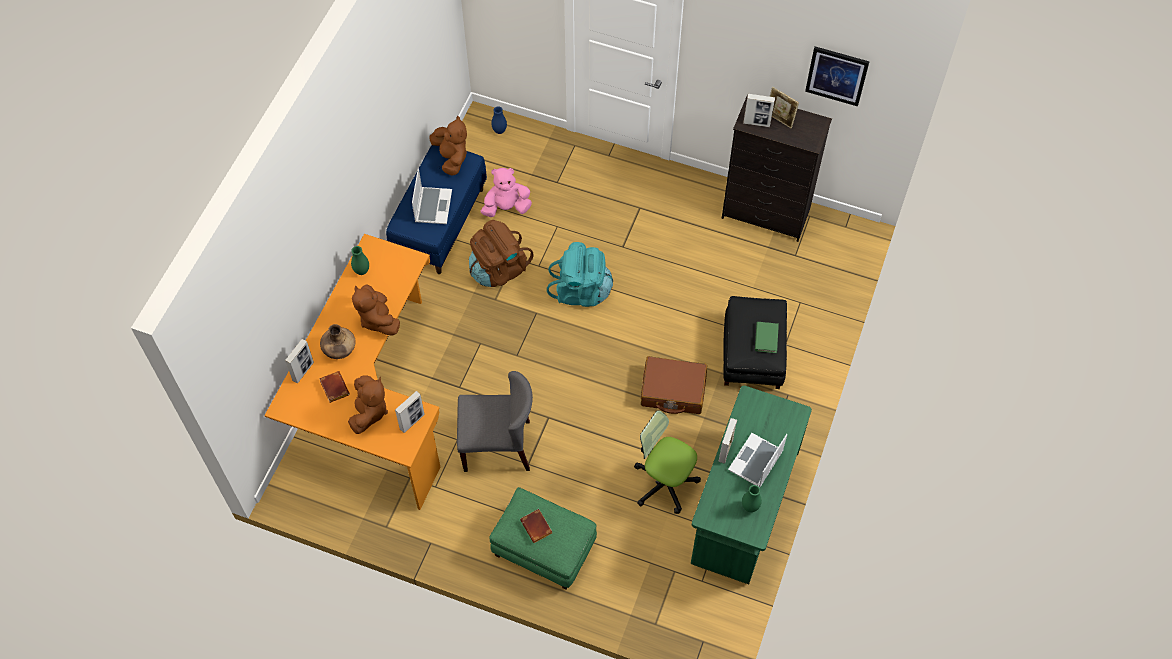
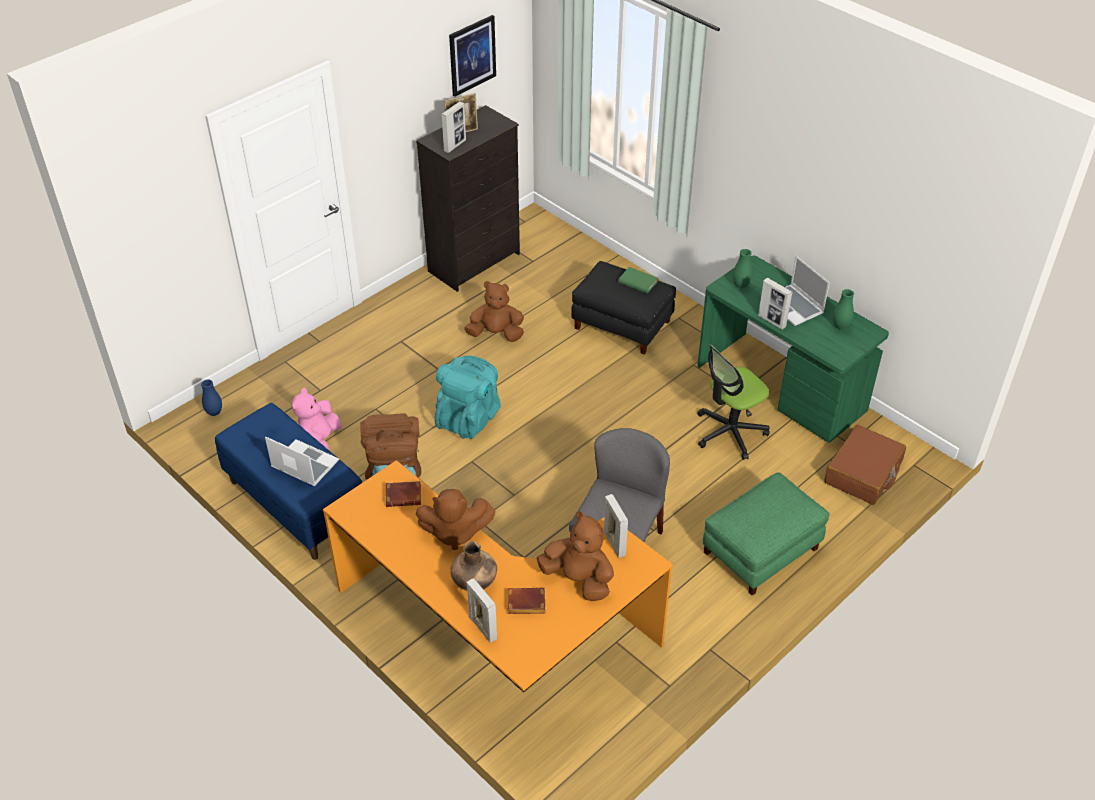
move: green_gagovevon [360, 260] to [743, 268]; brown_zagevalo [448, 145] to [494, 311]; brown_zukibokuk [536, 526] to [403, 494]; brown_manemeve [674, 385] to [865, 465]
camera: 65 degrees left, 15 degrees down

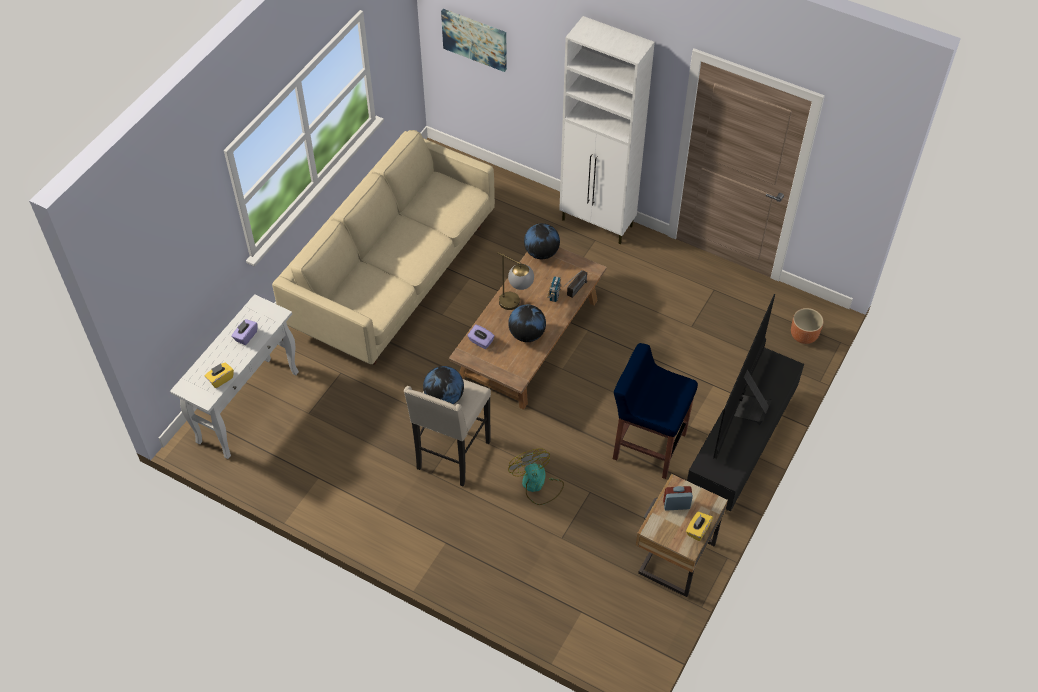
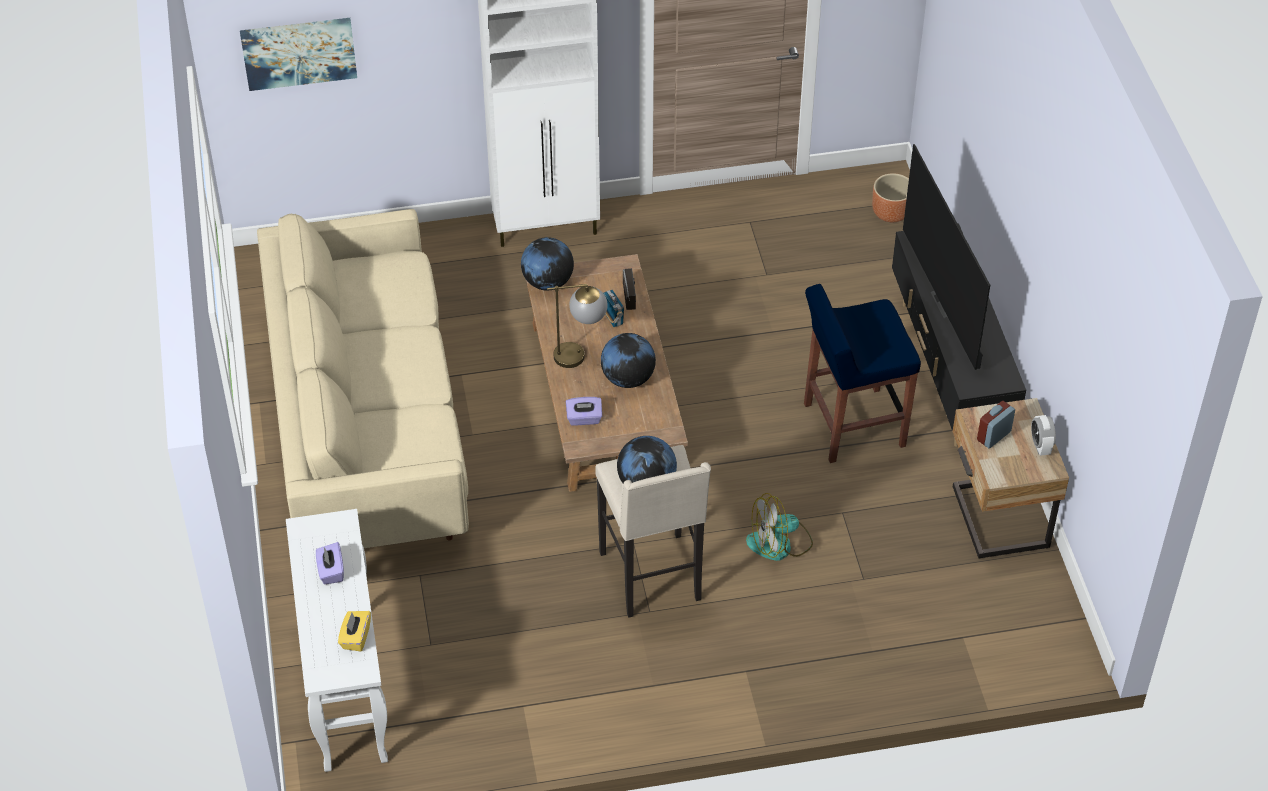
replace: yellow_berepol [699, 526] to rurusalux [1043, 435]
rotate: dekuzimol [536, 476] = [779, 527] 45 degrees counterclockwise
camera: 40 degrees left, 5 degrees down

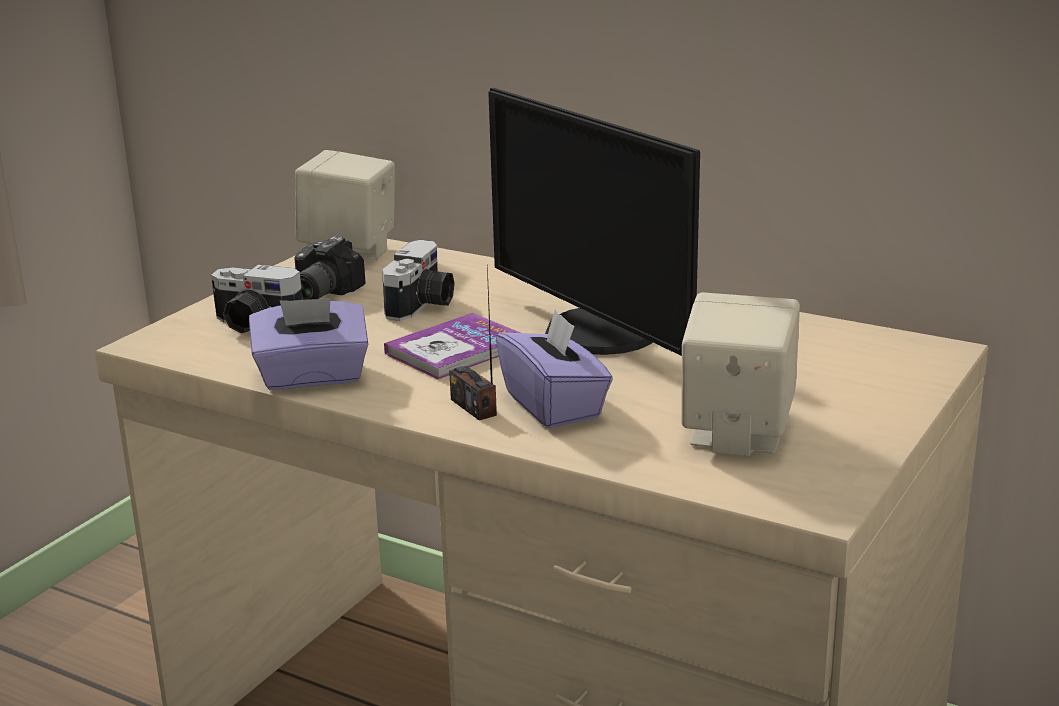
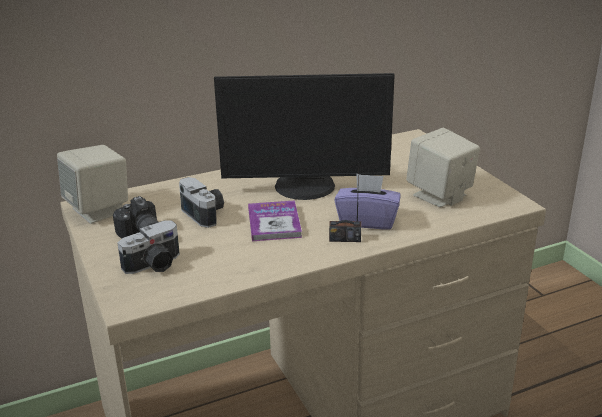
delete: purple_berepol [308, 344]
camera: 55 degrees left, 5 degrees up

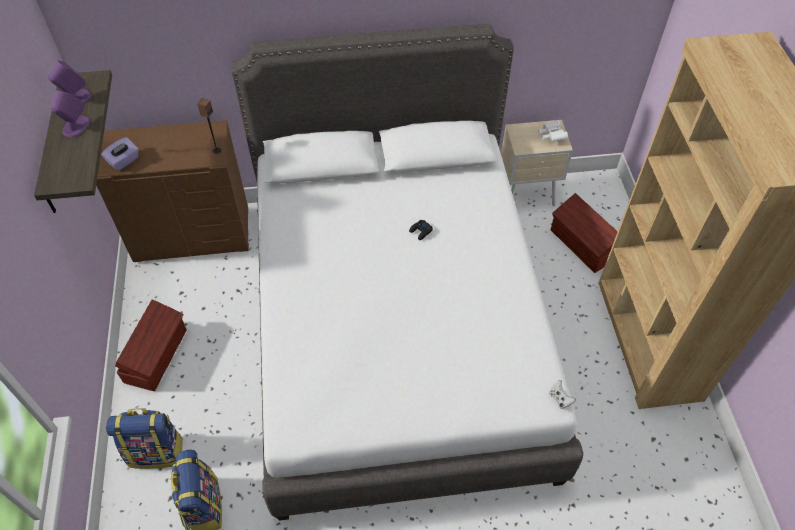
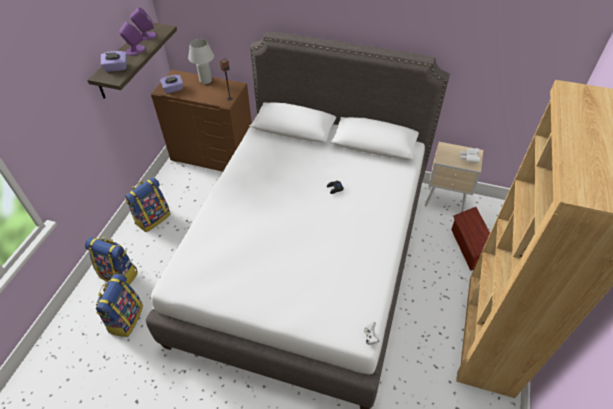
insert: purple_berepol [114, 61]; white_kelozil [201, 61]
replace: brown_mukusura [151, 345] to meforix [147, 204]
camera: 25 degrees right, 5 degrees down

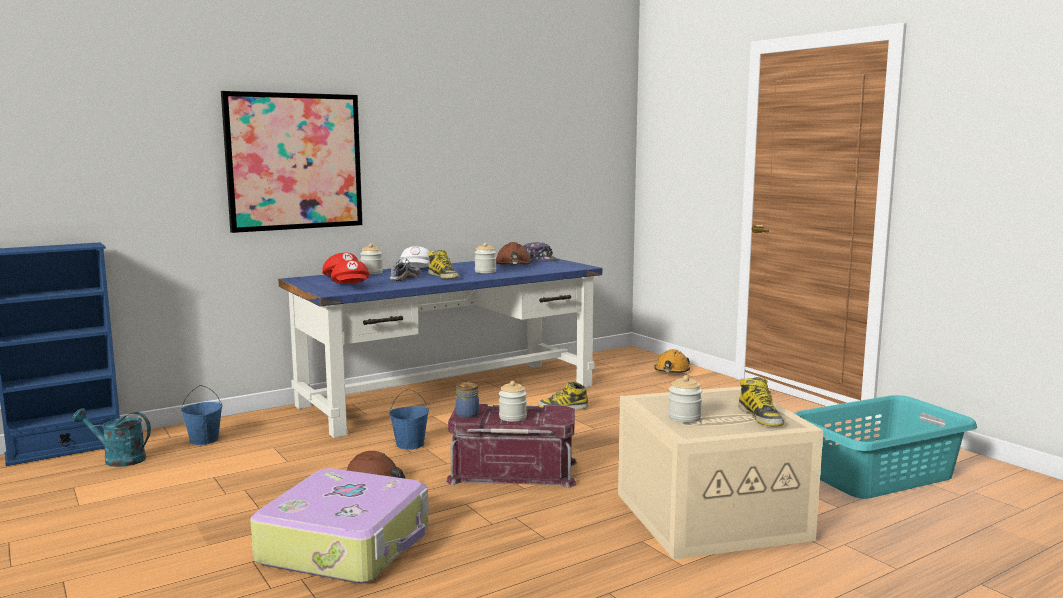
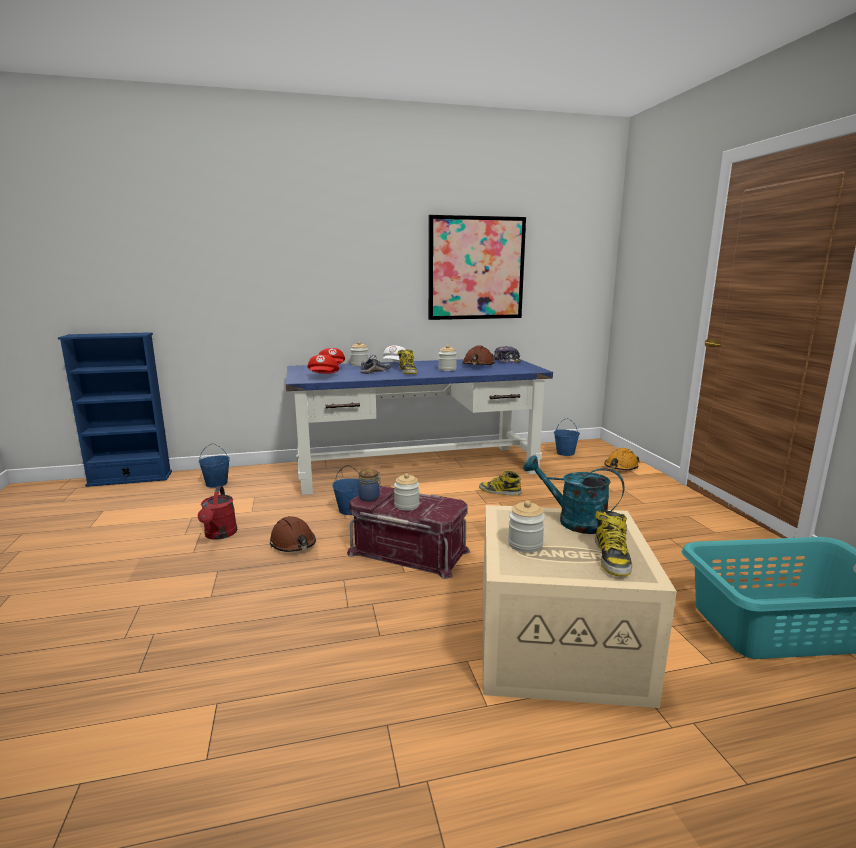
delete: manemeve [339, 525]
insert: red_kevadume [218, 513]; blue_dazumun [567, 437]
move: turquoise_kevadume [111, 437] to [574, 494]; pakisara [292, 162] to [477, 267]
camera: 20 degrees right, 5 degrees up

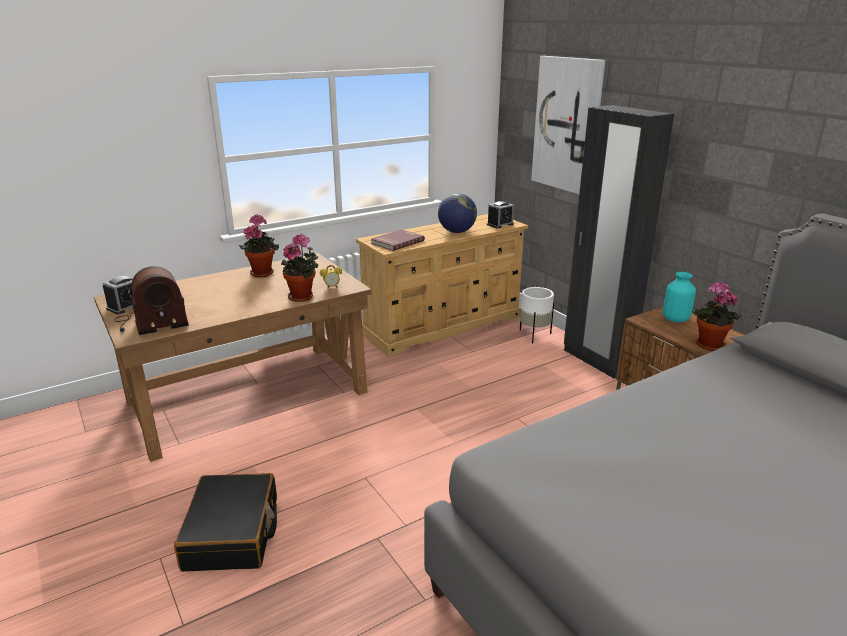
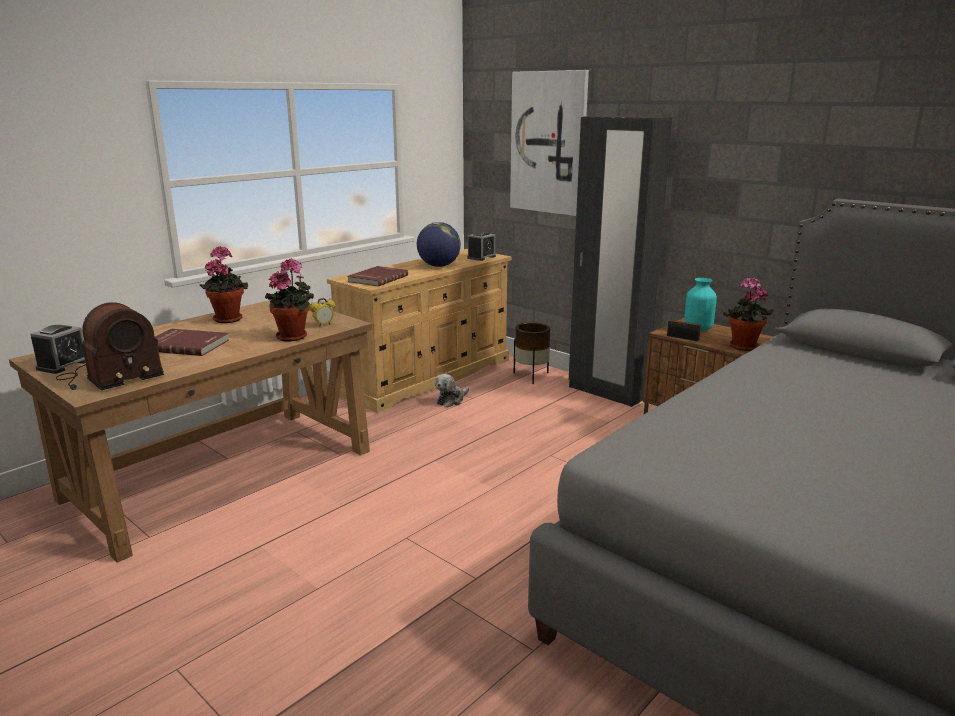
delete: black_manemeve [225, 522]
insert: red_zukibokuk [192, 342]; zagevalo [452, 390]; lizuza [685, 327]
recolor: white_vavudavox [537, 315] to brown_vavudavox [532, 353]
camera: 15 degrees left, 5 degrees down

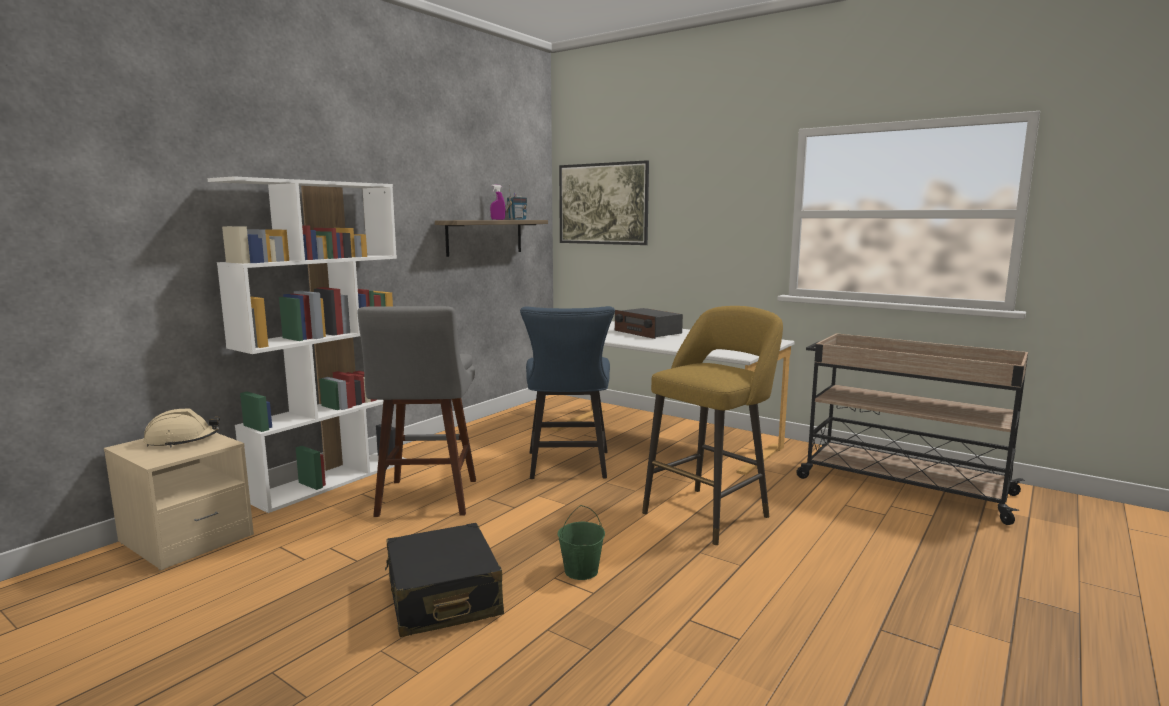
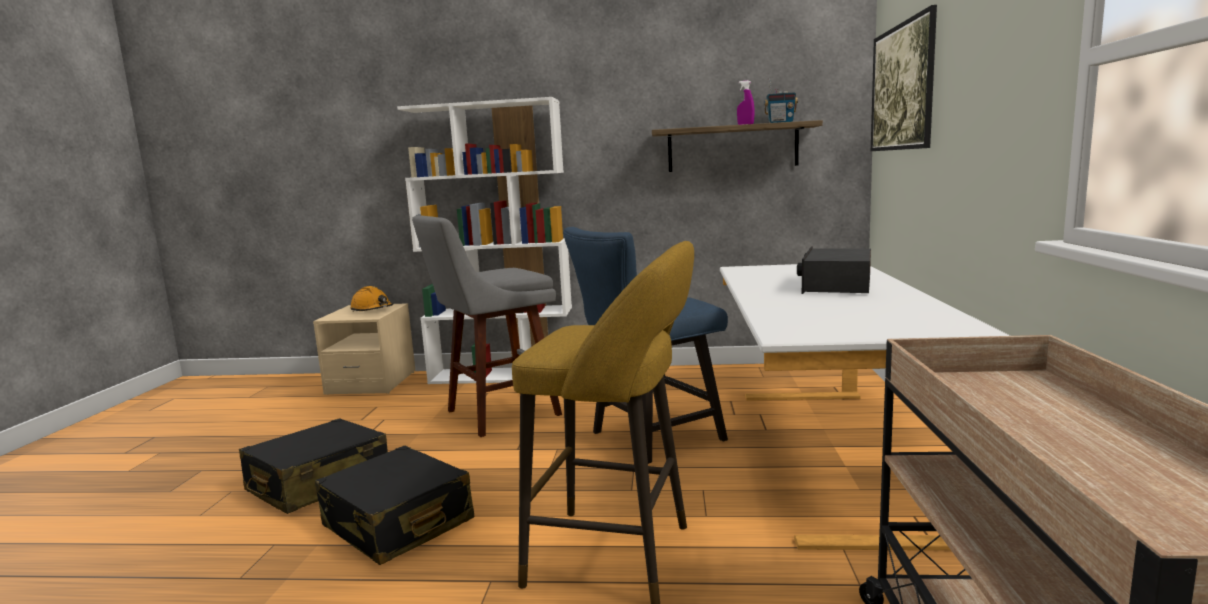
replace: green_dazumun [581, 542] to black_manemeve [394, 505]
recolor: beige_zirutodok [181, 427] to orange_zirutodok [371, 299]
camera: 60 degrees right, 0 degrees up

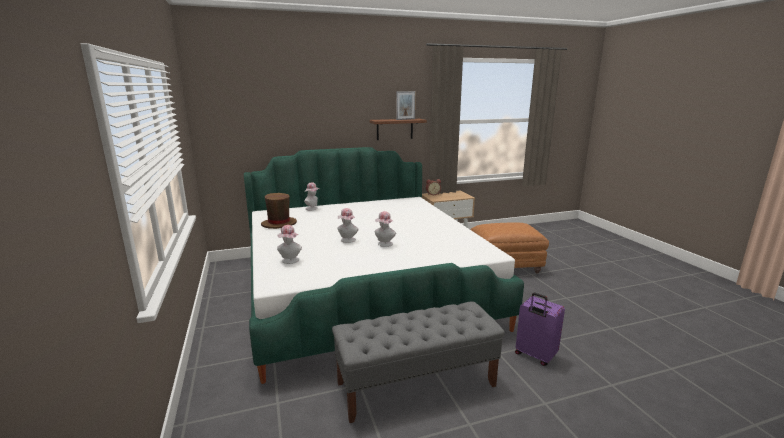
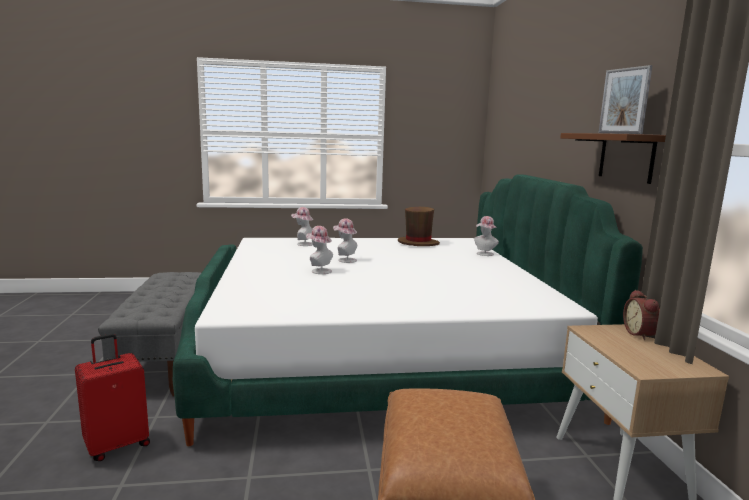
recolor: purple_manemeve [540, 329] to red_manemeve [112, 397]
camera: 100 degrees right, 5 degrees down

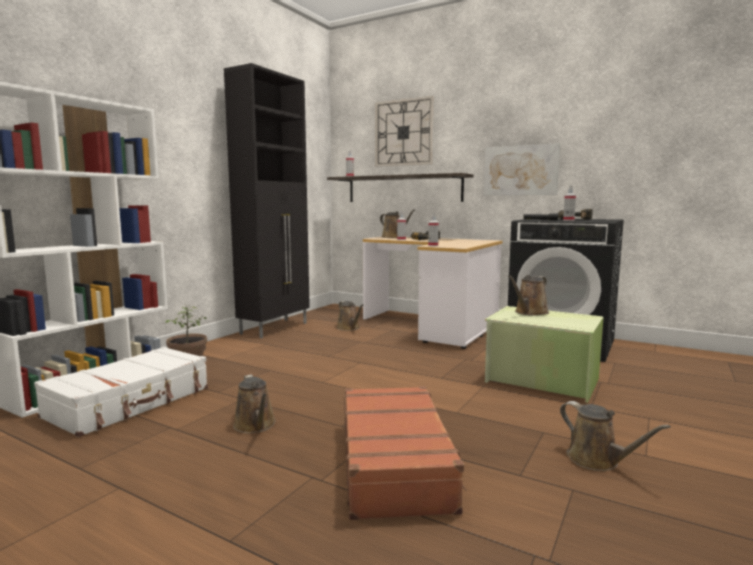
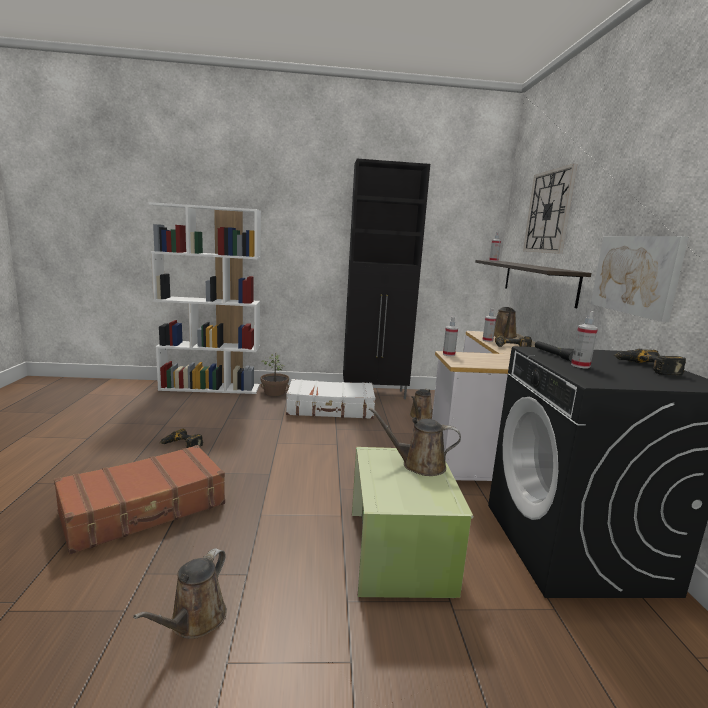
move: white_manemeve [121, 392] to [330, 399]
replace: brown_kevadume [254, 403] to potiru [181, 438]
camera: 55 degrees right, 5 degrees up

